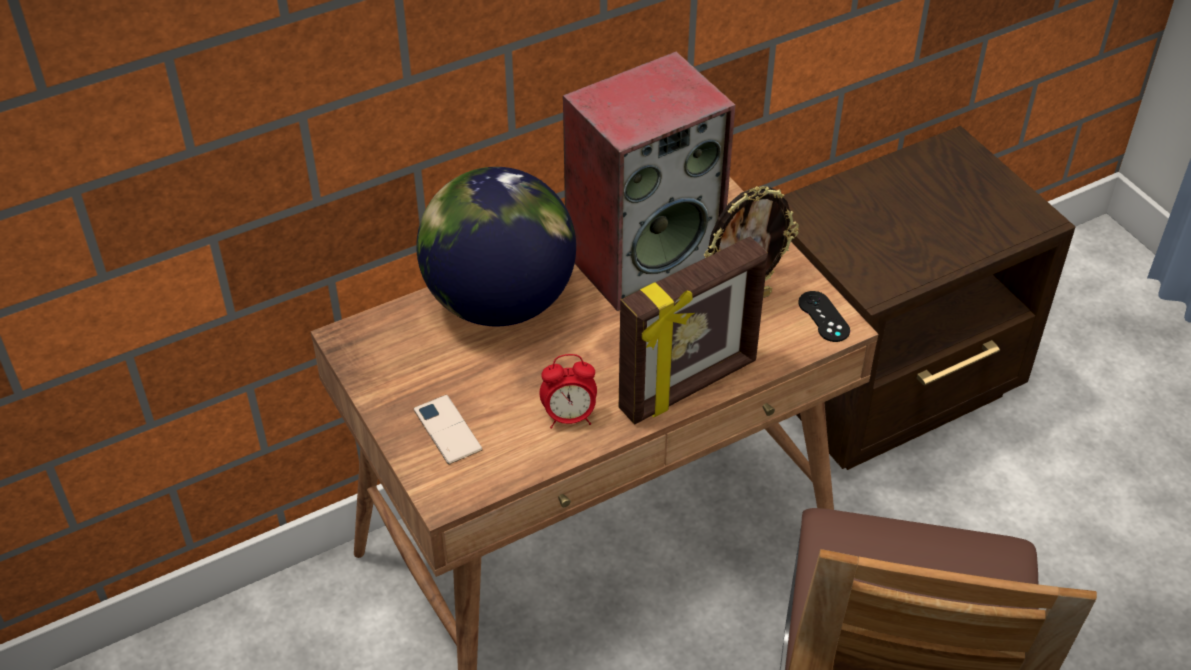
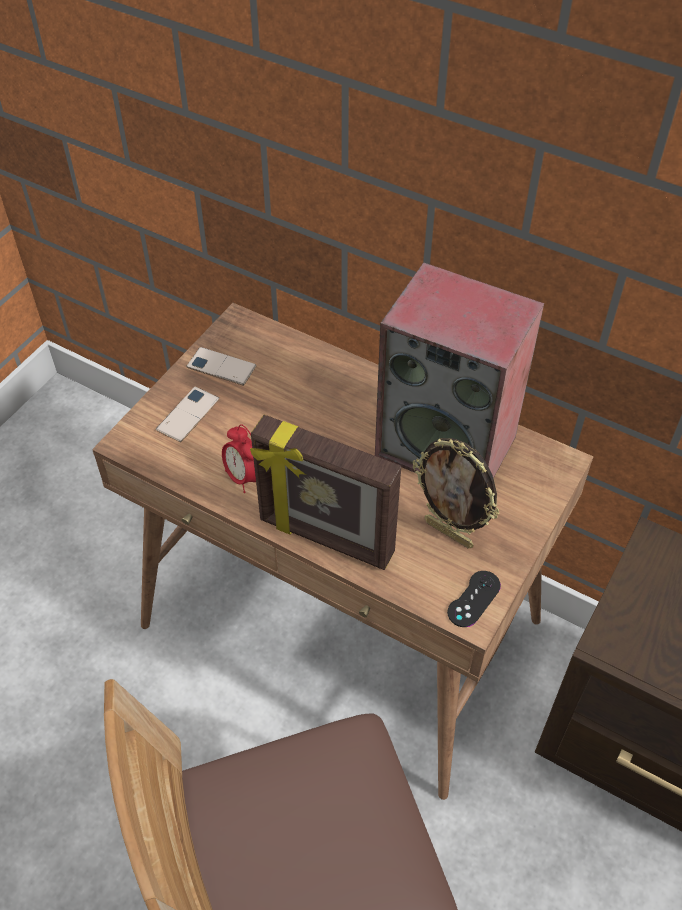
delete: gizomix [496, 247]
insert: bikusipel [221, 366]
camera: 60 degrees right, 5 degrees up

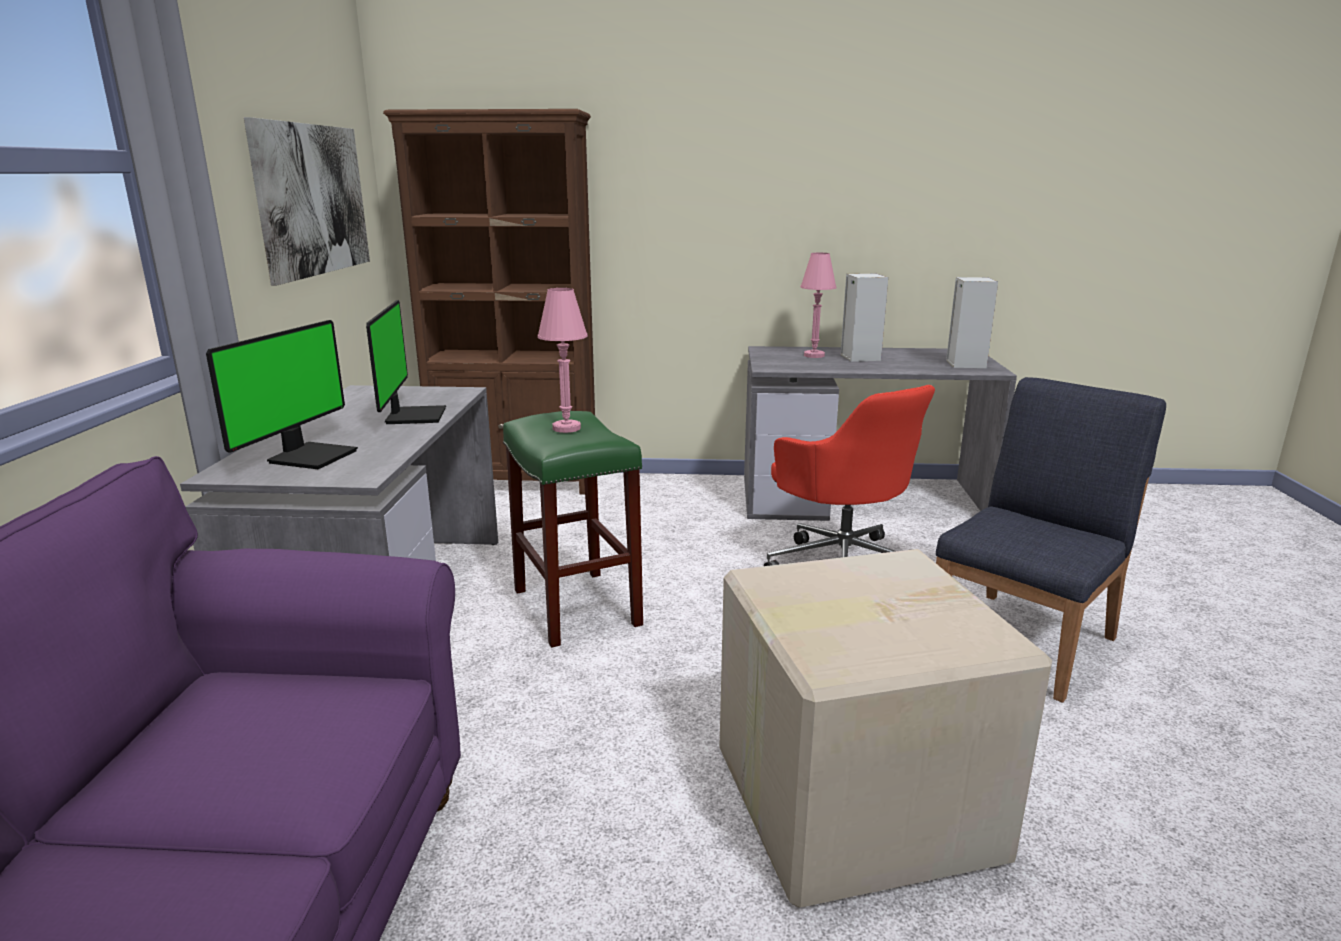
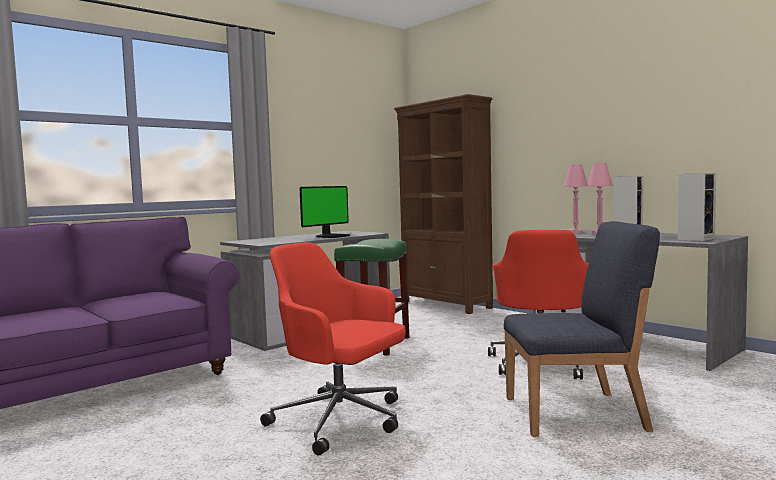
delete: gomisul [282, 394]; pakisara [307, 201]
move: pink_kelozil [562, 360] to [576, 198]
replace: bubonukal [885, 728] to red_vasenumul [333, 349]
camera: 45 degrees right, 15 degrees down

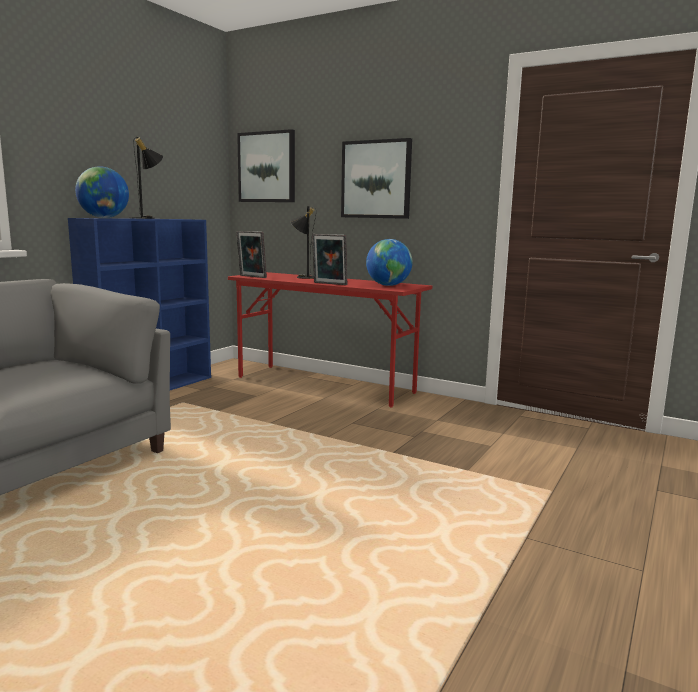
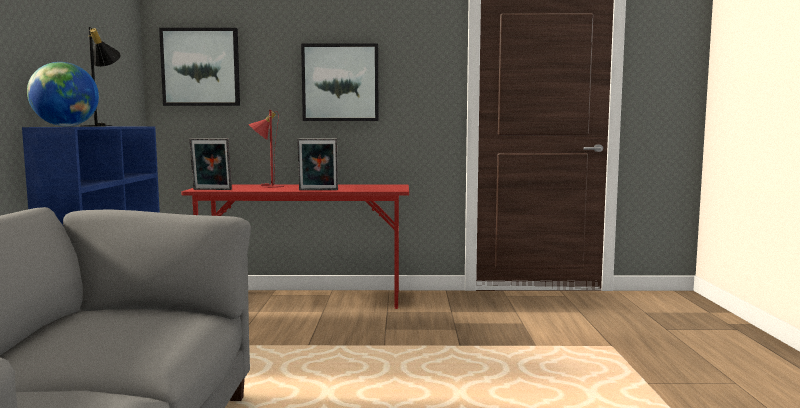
delete: gizomix [389, 262]
recolor: black_kelozil [303, 242] to red_kelozil [266, 149]
camera: 30 degrees left, 5 degrees down

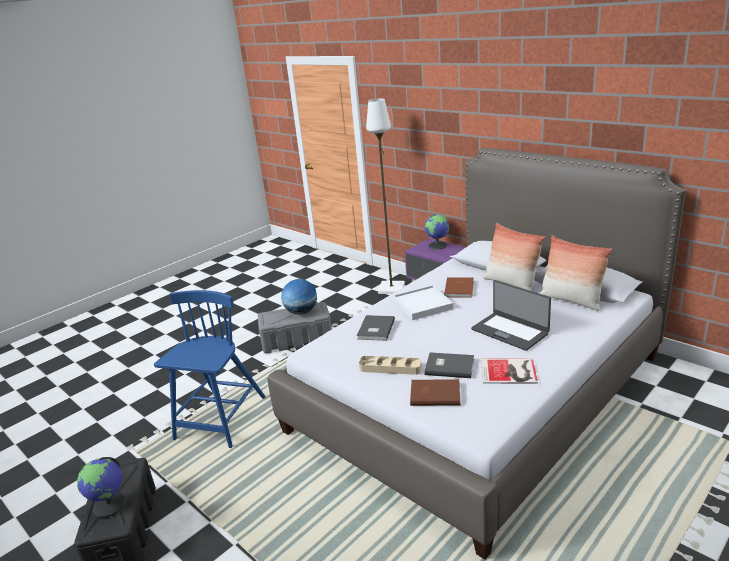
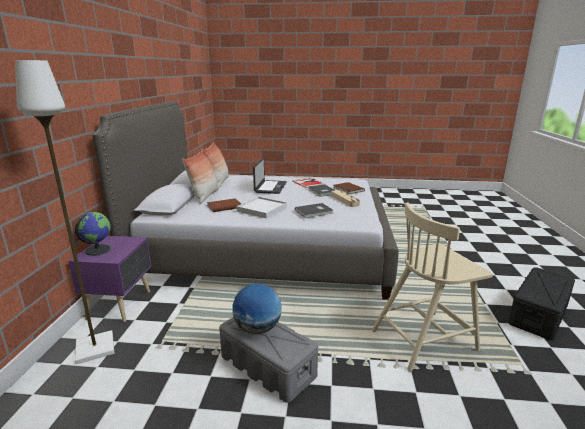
delete: gizomix [101, 487]
recolor: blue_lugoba [210, 369] to beige_lugoba [432, 287]
camera: 130 degrees left, 5 degrees down

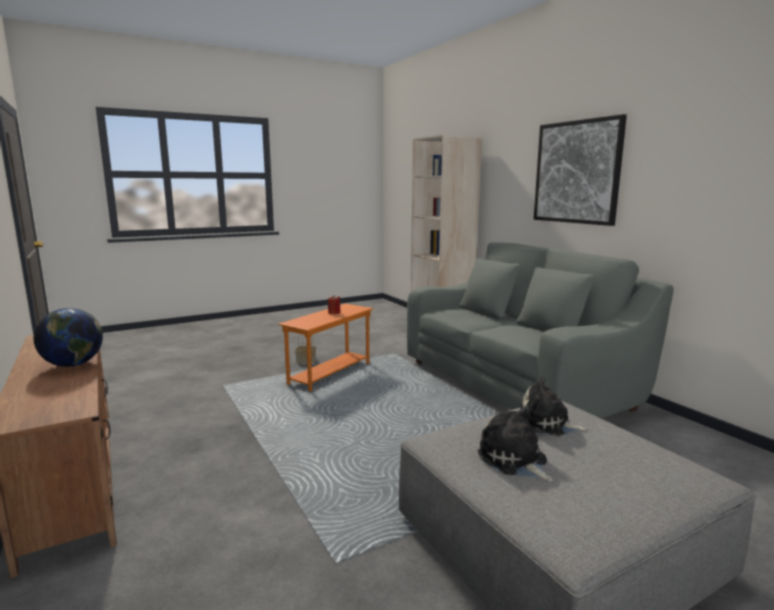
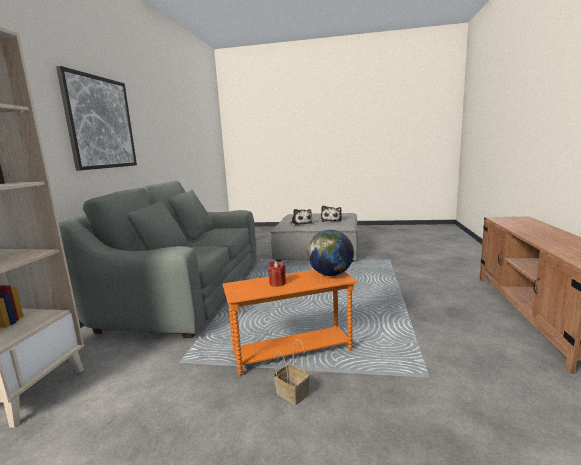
move: gizomix [68, 337] to [330, 252]
camera: 140 degrees left, 0 degrees up

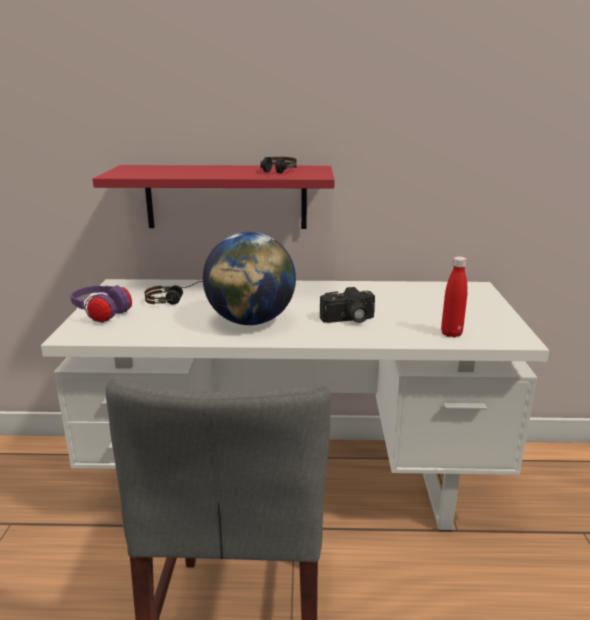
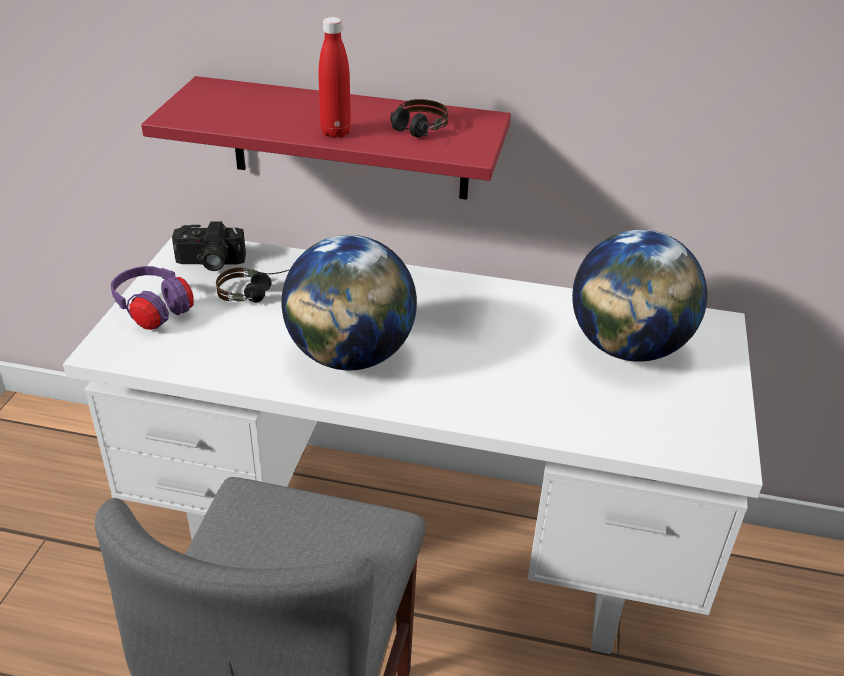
insert: gizomix [639, 296]
move: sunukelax [347, 305] to [209, 246]; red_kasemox [454, 297] to [335, 77]
camera: 10 degrees right, 15 degrees up

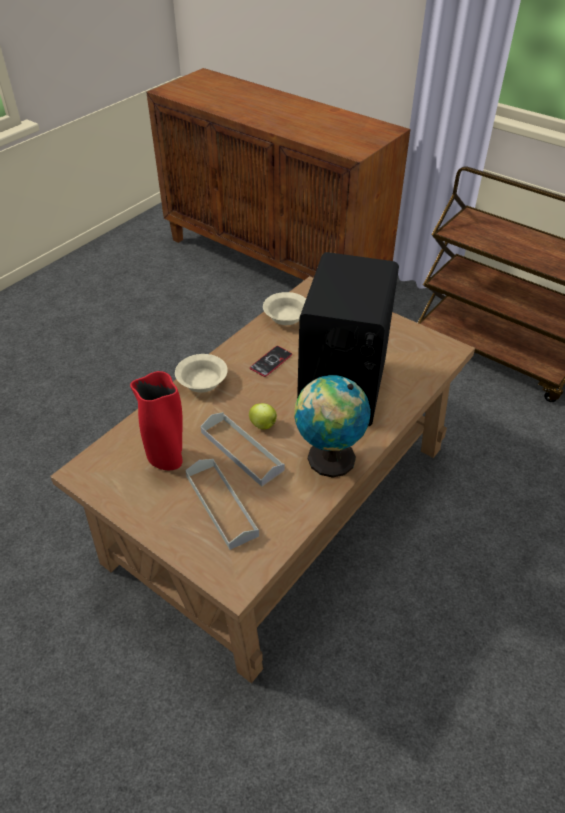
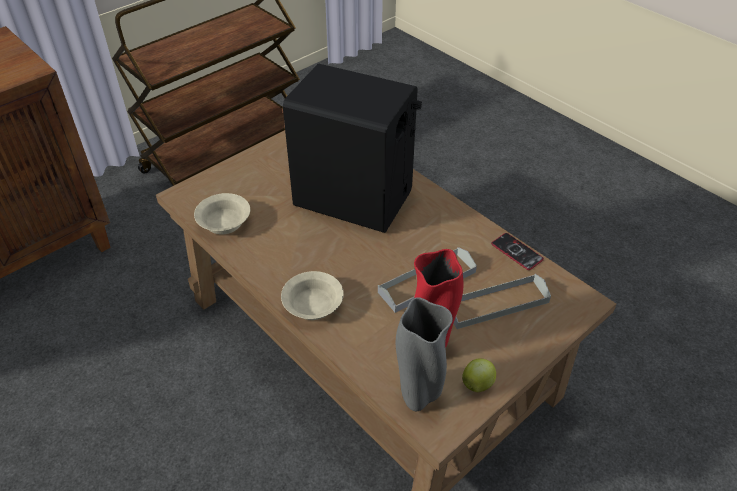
delete: gizomix [332, 426]
insert: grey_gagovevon [424, 354]
move: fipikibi [263, 416] to [479, 375]; bikusipel [271, 361] to [517, 251]
camera: 80 degrees left, 0 degrees up

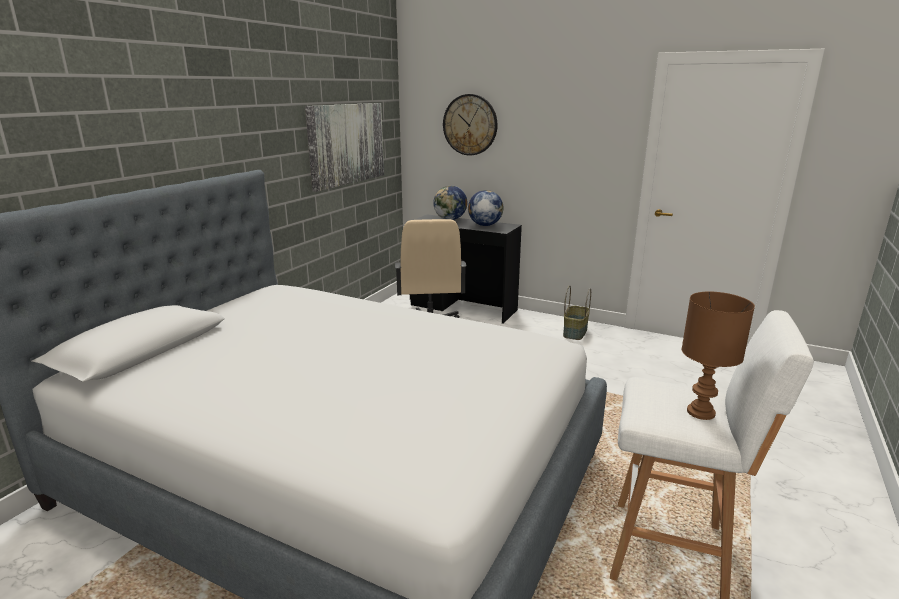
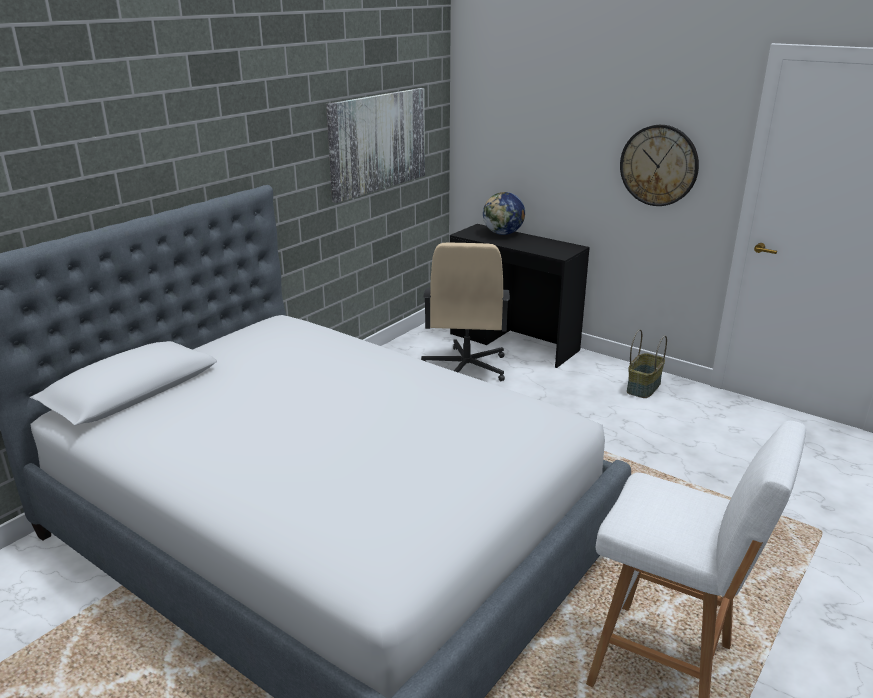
delete: gizomix [485, 208]; brown_kelozil [718, 356]
move: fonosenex [470, 124] to [659, 165]
camera: 10 degrees right, 5 degrees up

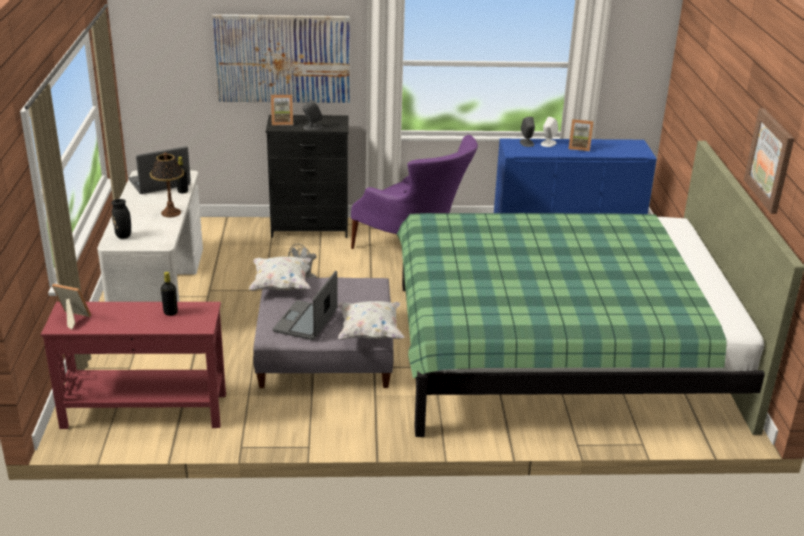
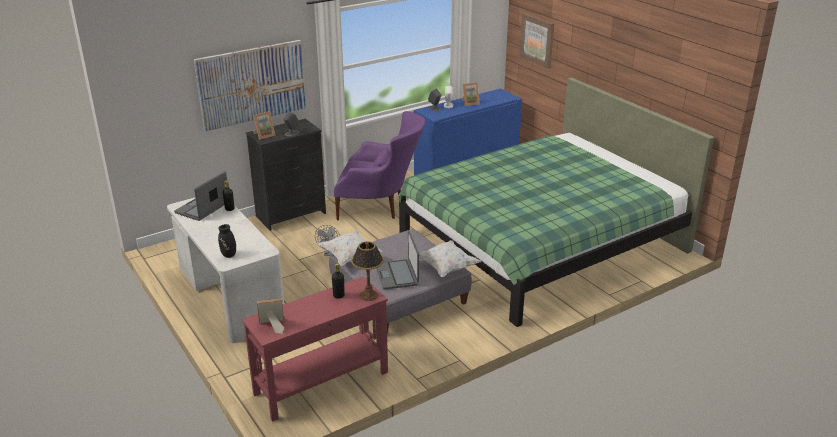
move: kelozil [167, 184] to [367, 271]; pakisara [769, 161] to [536, 41]
camera: 30 degrees left, 0 degrees up

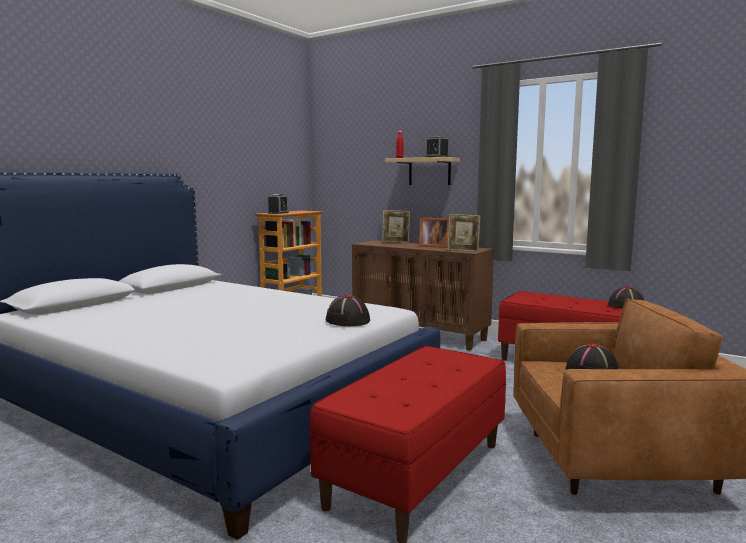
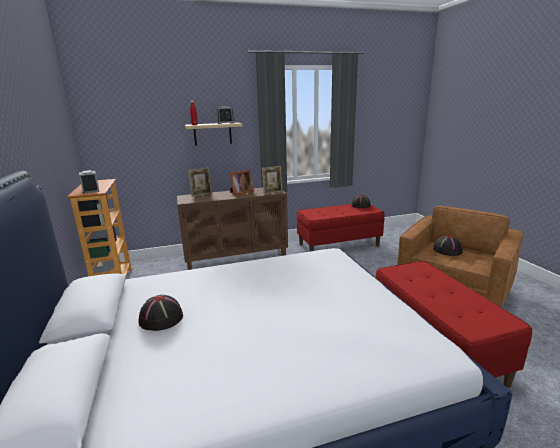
move: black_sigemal [348, 310] to [161, 313]
camera: 50 degrees left, 10 degrees up

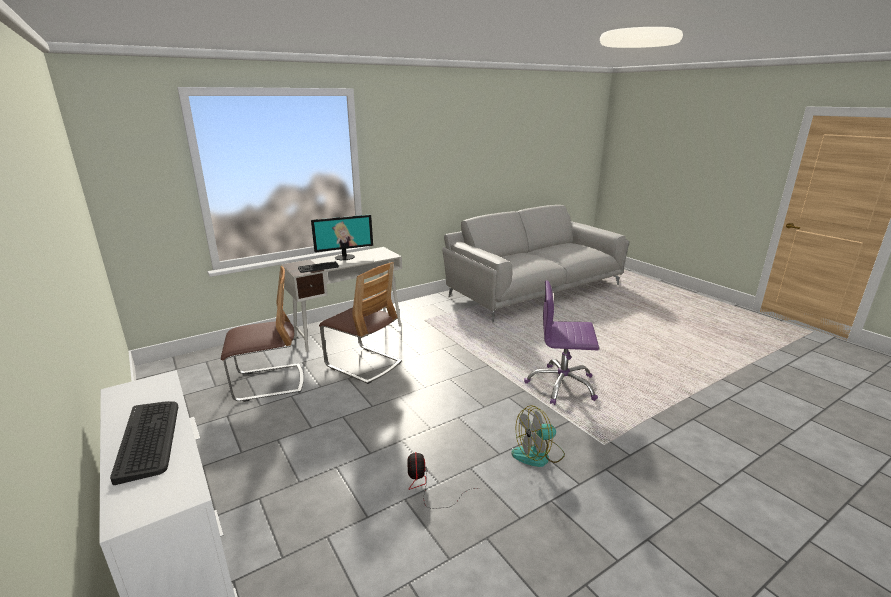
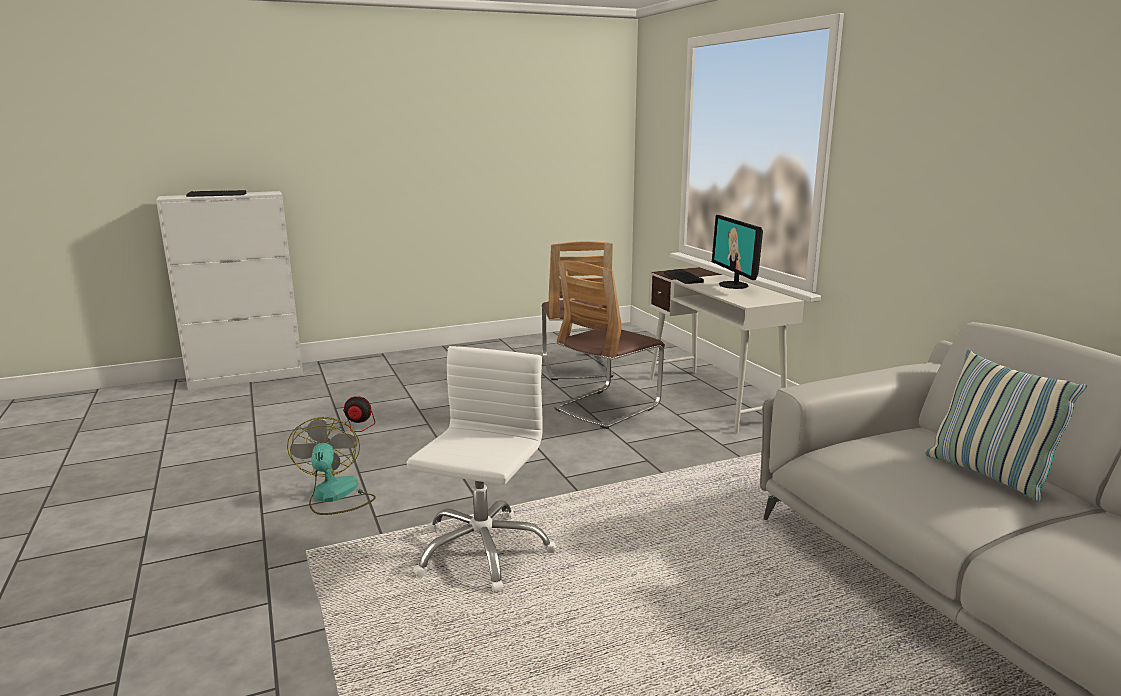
insert: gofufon [1006, 425]
recolor: purple_vasenumul [561, 343] to white_vasenumul [481, 469]
camera: 100 degrees right, 5 degrees down

